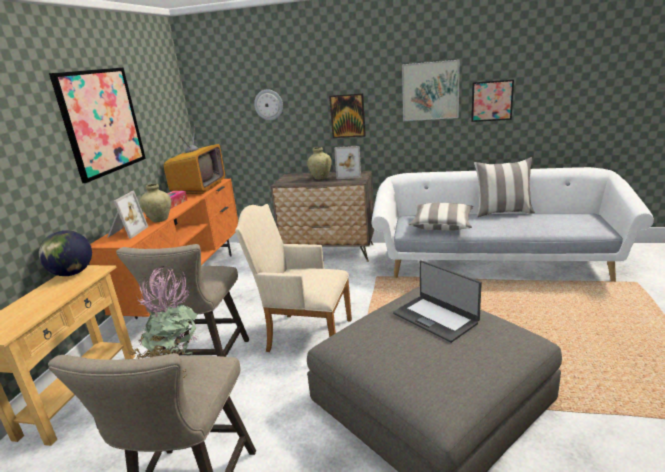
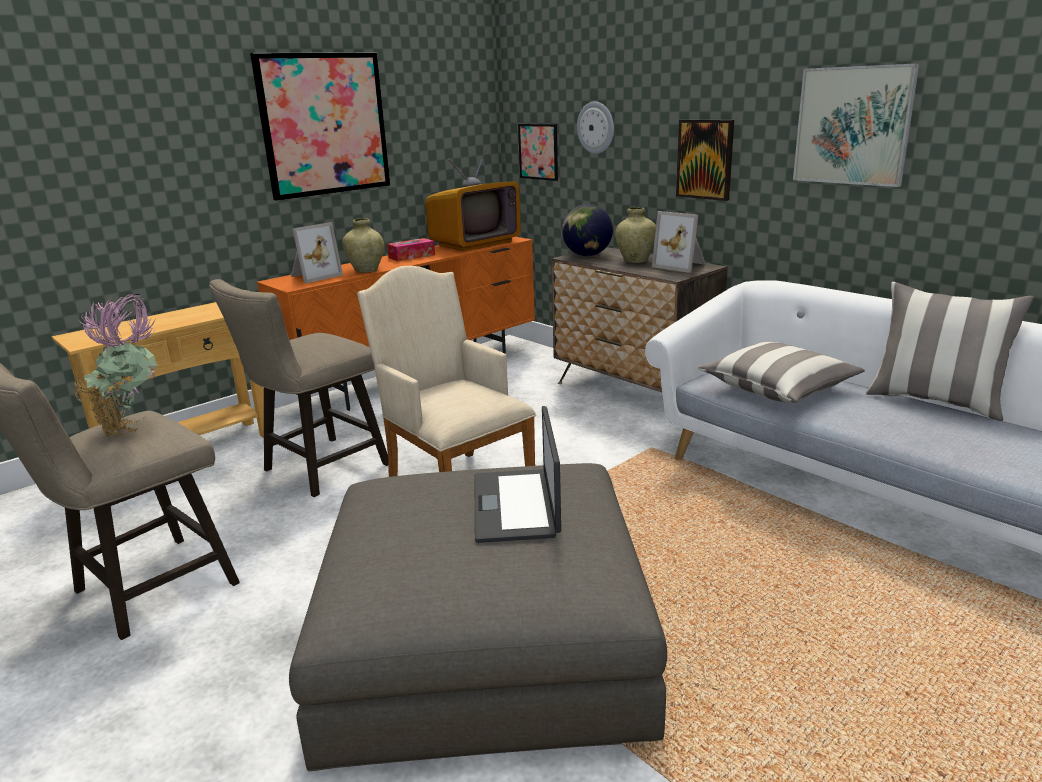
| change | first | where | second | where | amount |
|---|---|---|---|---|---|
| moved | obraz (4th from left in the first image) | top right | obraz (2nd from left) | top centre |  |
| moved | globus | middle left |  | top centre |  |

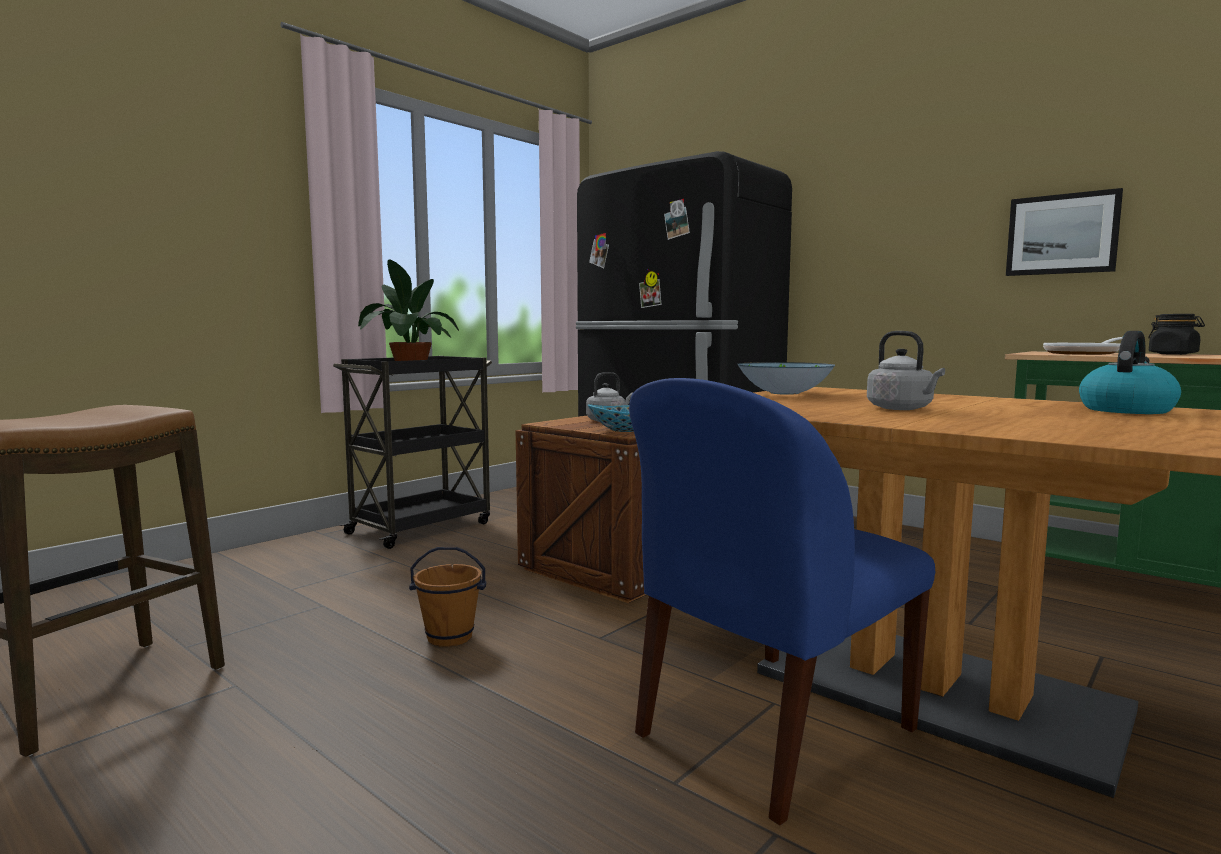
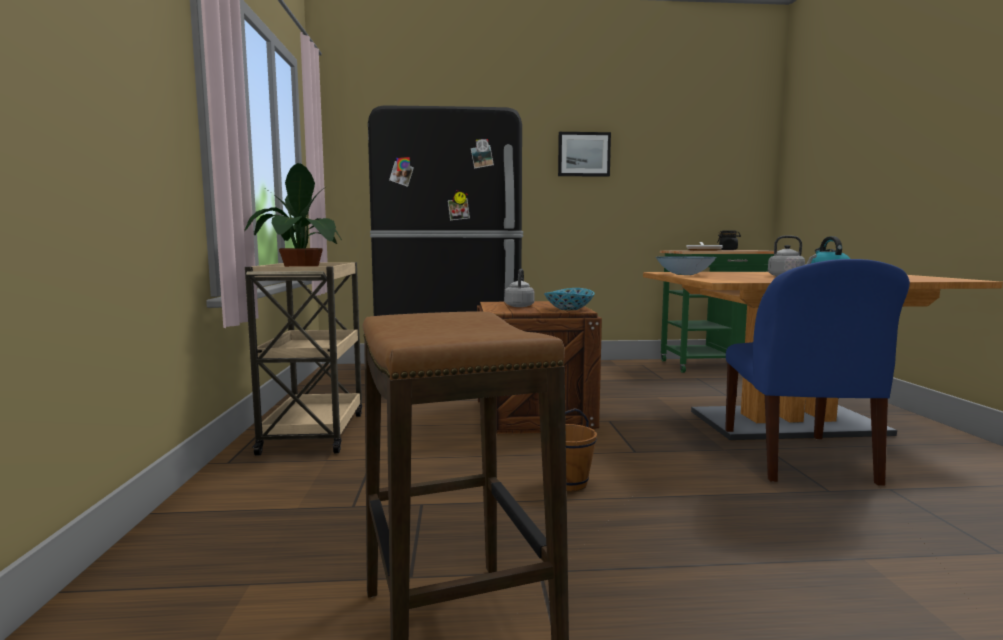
| change | first | where | second | where | amount |
|---|---|---|---|---|---|
| moved | obraz | top right |  | top centre |  |
| recoloured | wózek/czarny | centre | wózek/beżowy | middle left |  |

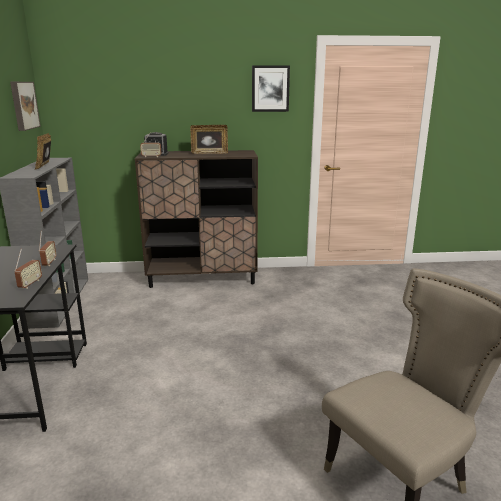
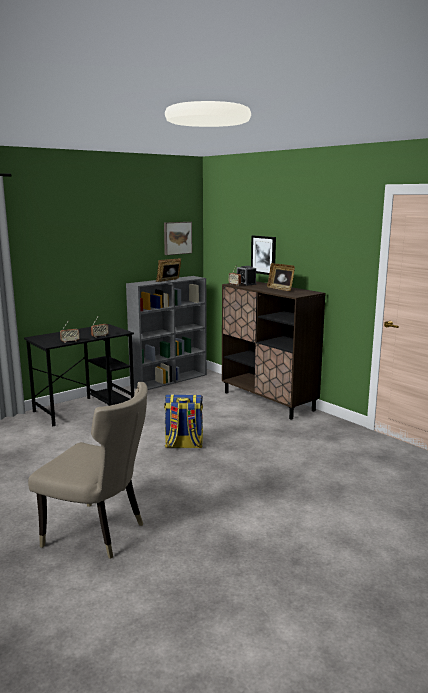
| change | first | where | second | where | amount |
|---|---|---|---|---|---|
| moved | obraz (2nd from left) | top centre |  | centre |  |
| added |  |  | plecak | centre |  |

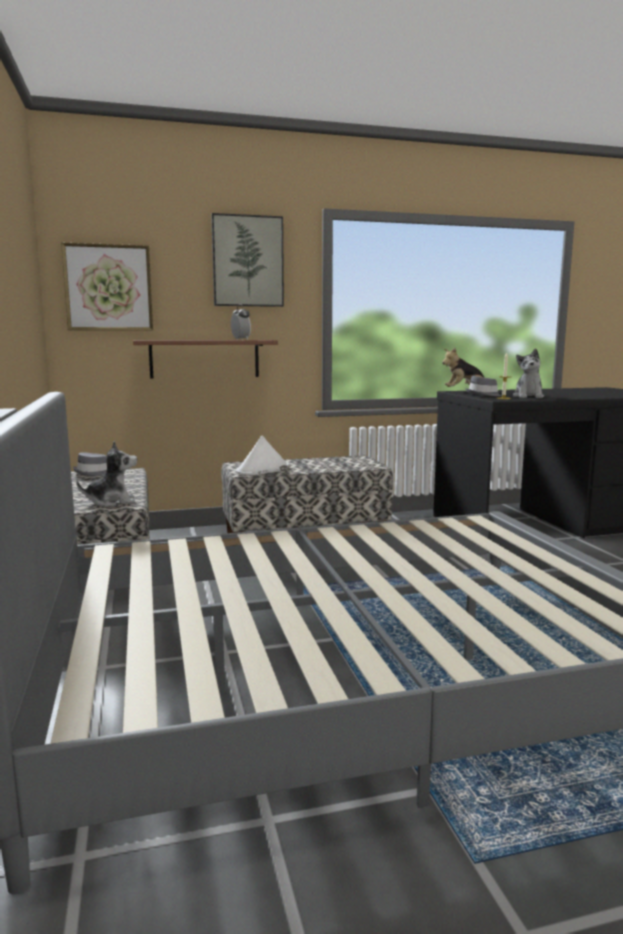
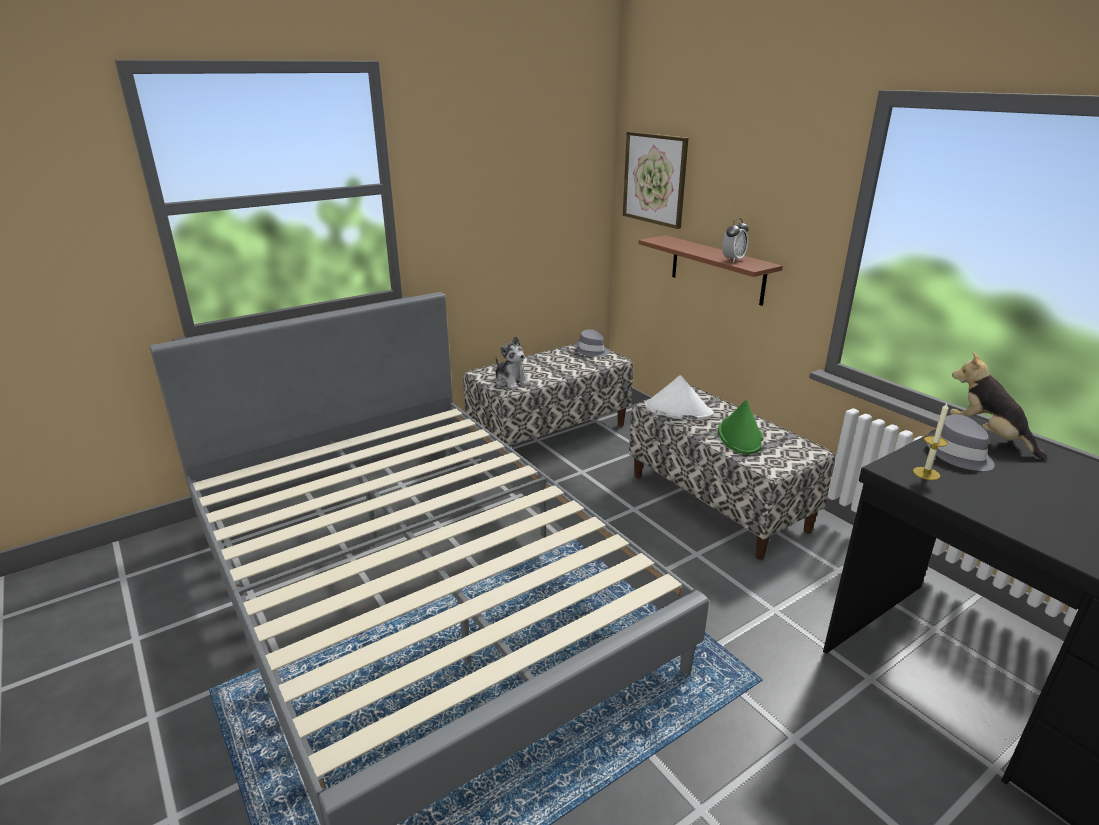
| change | first | where | second | where | amount |
|---|---|---|---|---|---|
| removed | obraz (2nd from left) | top centre |  |  |  |
| removed | pluszak (3rd from left) | middle right |  |  |  |
| added |  |  | kapelusz/zielony | middle right |  |

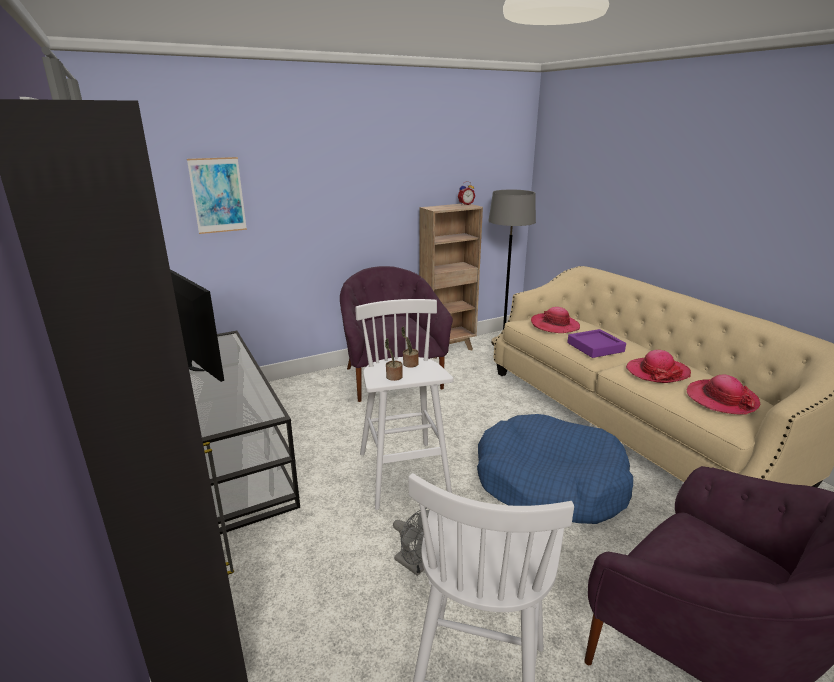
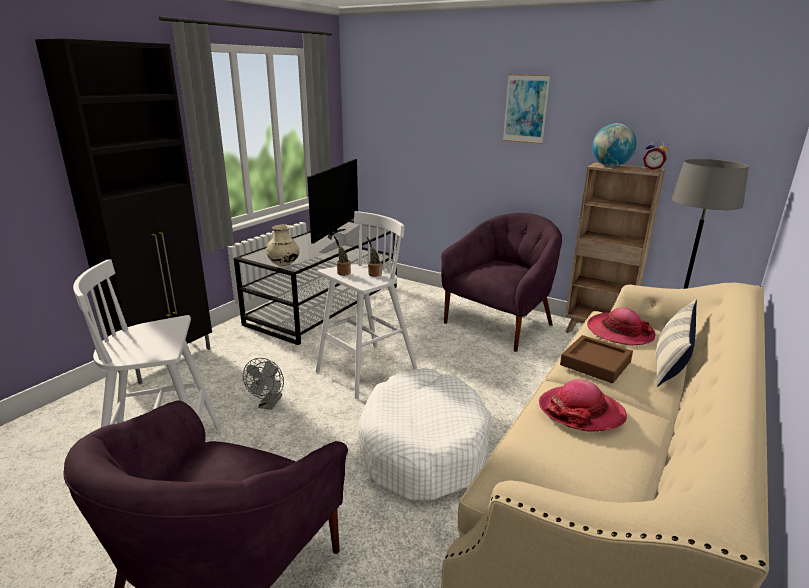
| change | first | where | second | where | amount |
|---|---|---|---|---|---|
| moved | obraz | top left |  | top centre |  |
| recoloured | taca/fioletowy | middle right | taca/brązowy | middle right |  |
| removed | kapelusz (3rd from left) | middle right |  |  |  |
| recoloured | legowisko/niebieski | bottom centre | legowisko/biały | bottom centre |  |
| added |  |  | globus | top right |  |
| added |  |  | wazon/beżowy | centre |  |
| added |  |  | poduszka | middle right |  |

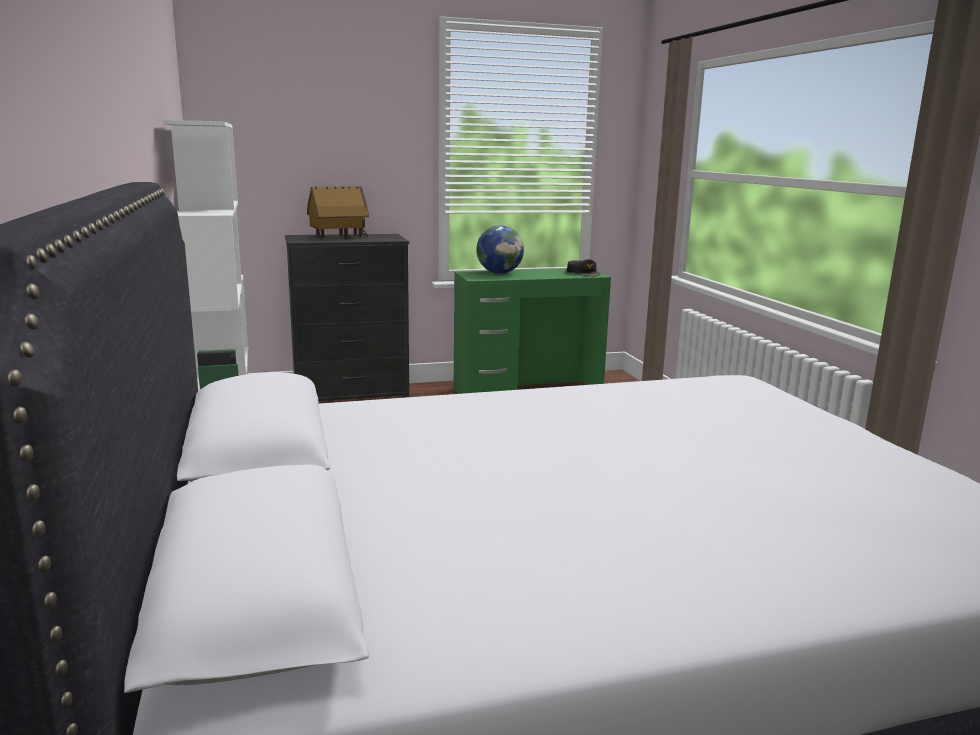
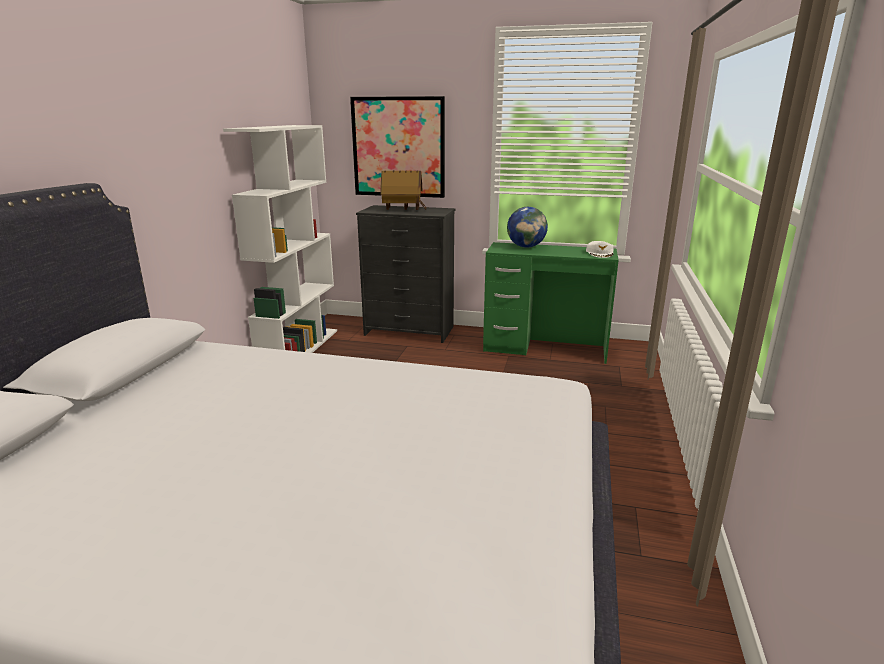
| change | first | where | second | where | amount |
|---|---|---|---|---|---|
| recoloured | czapka z daszkiem/czarny | centre | czapka z daszkiem/biały | middle right |  |
| added |  |  | obraz | top centre |  |

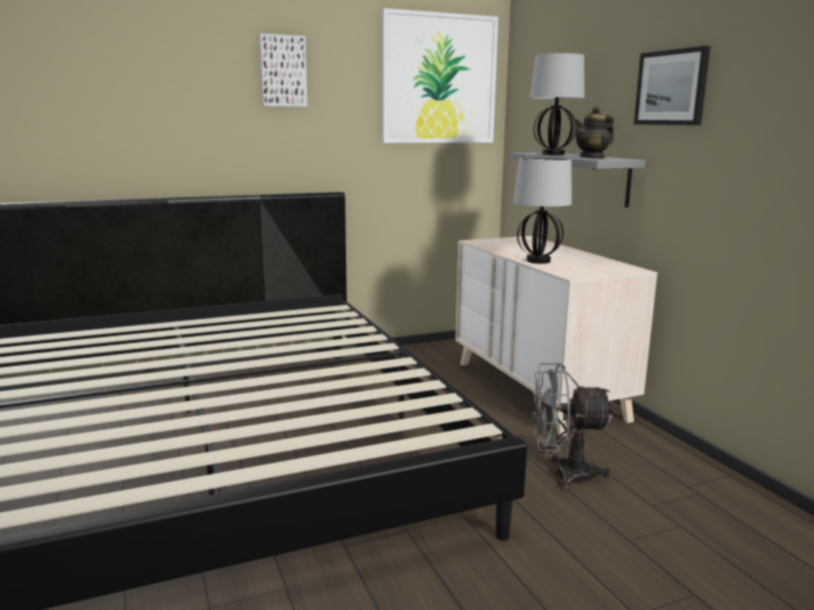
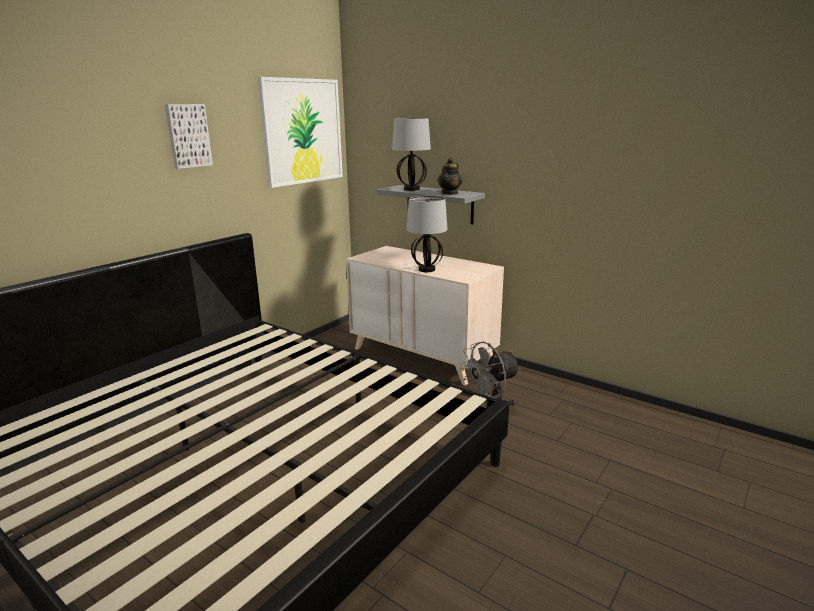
| change | first | where | second | where | amount |
|---|---|---|---|---|---|
| removed | obraz (3rd from left) | top right |  |  |  |

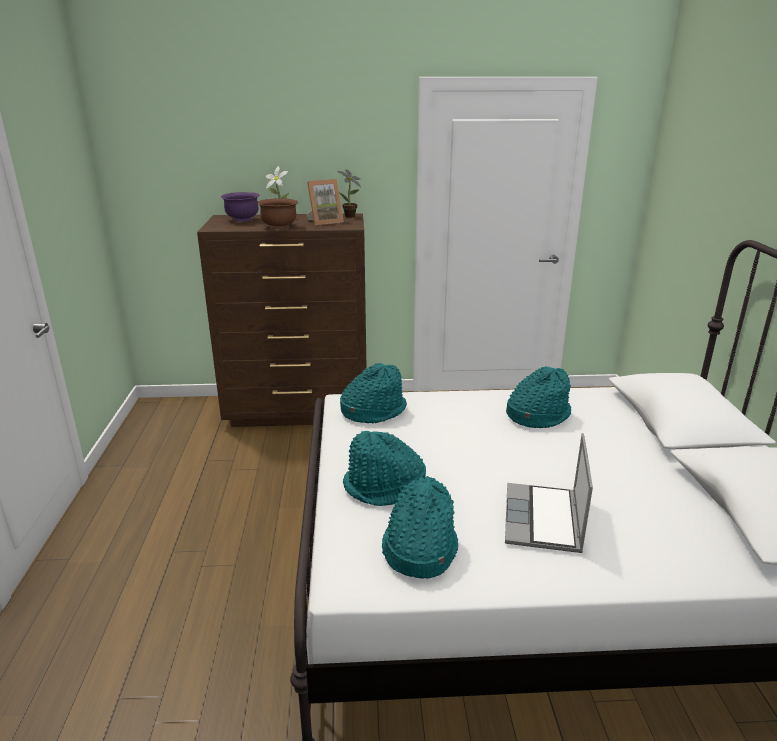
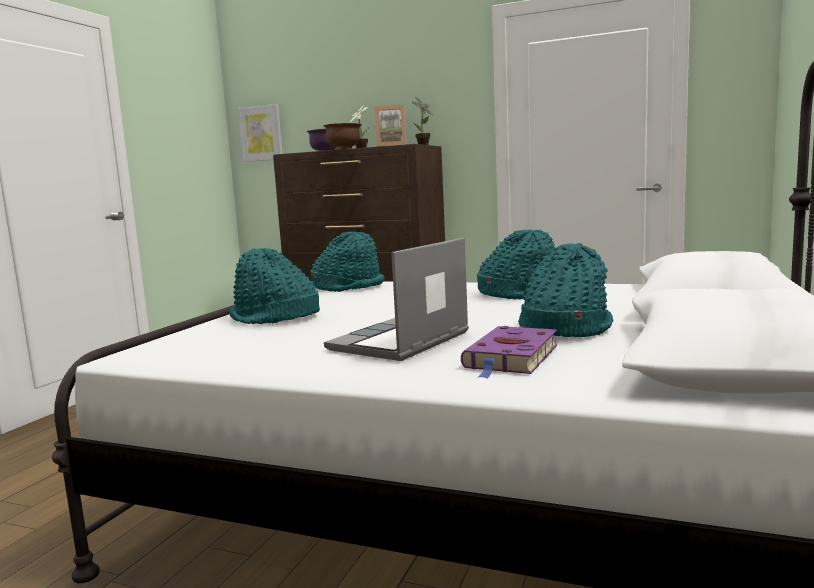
| change | first | where | second | where | amount |
|---|---|---|---|---|---|
| moved | kapelusz/turkusowy (3rd from left in the first image) | bottom centre | kapelusz/turkusowy (4th from left) | middle right |  |
| added |  |  | obraz | top left |  |
| added |  |  | książka/fioletowy | centre |  |

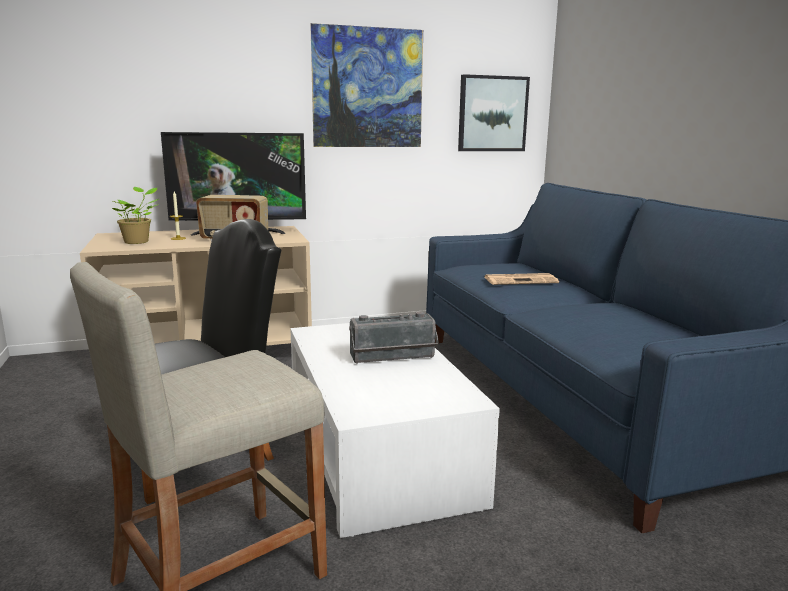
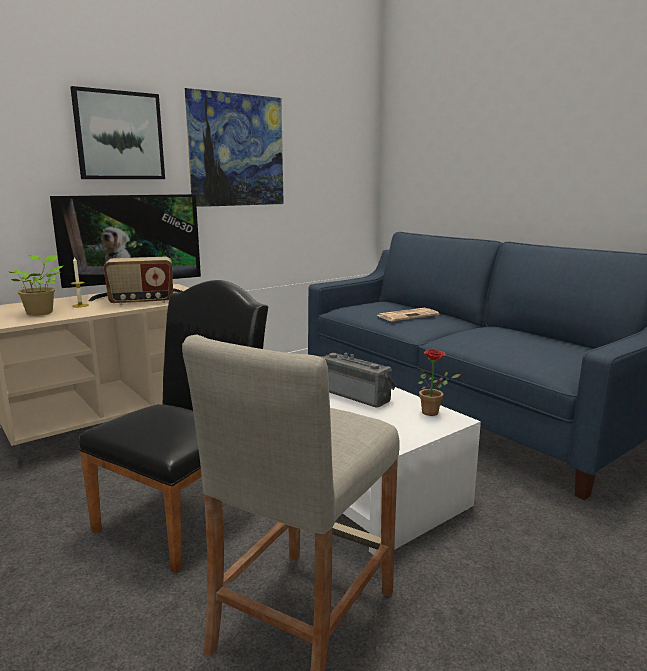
| change | first | where | second | where | amount |
|---|---|---|---|---|---|
| moved | obraz (2nd from left in the first image) | top centre | obraz (1st from left) | top left |  |
| turned | radio (2nd from left) | centre |  | centre | 105 degrees counterclockwise |
| added |  |  | roślina doniczkowa (2nd from left) | middle right |  |

